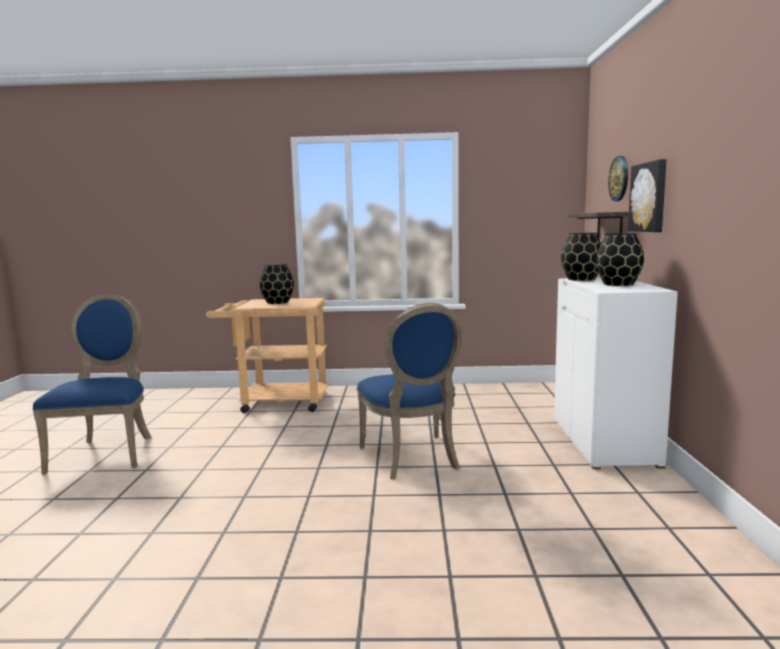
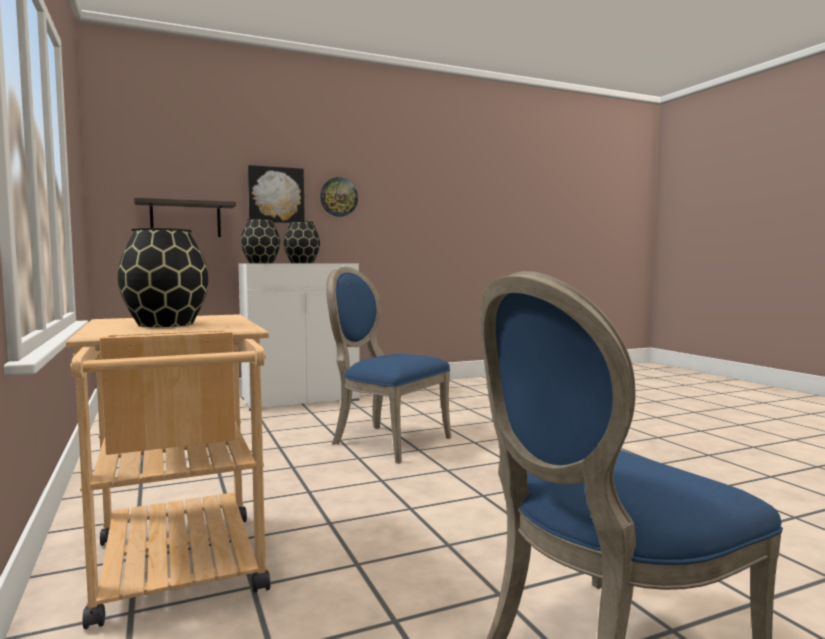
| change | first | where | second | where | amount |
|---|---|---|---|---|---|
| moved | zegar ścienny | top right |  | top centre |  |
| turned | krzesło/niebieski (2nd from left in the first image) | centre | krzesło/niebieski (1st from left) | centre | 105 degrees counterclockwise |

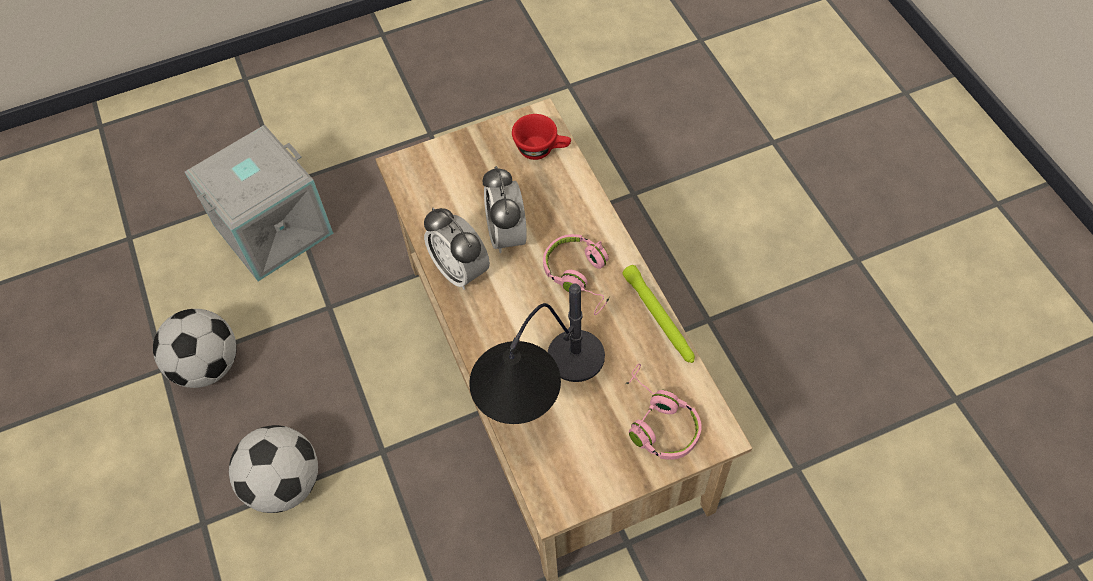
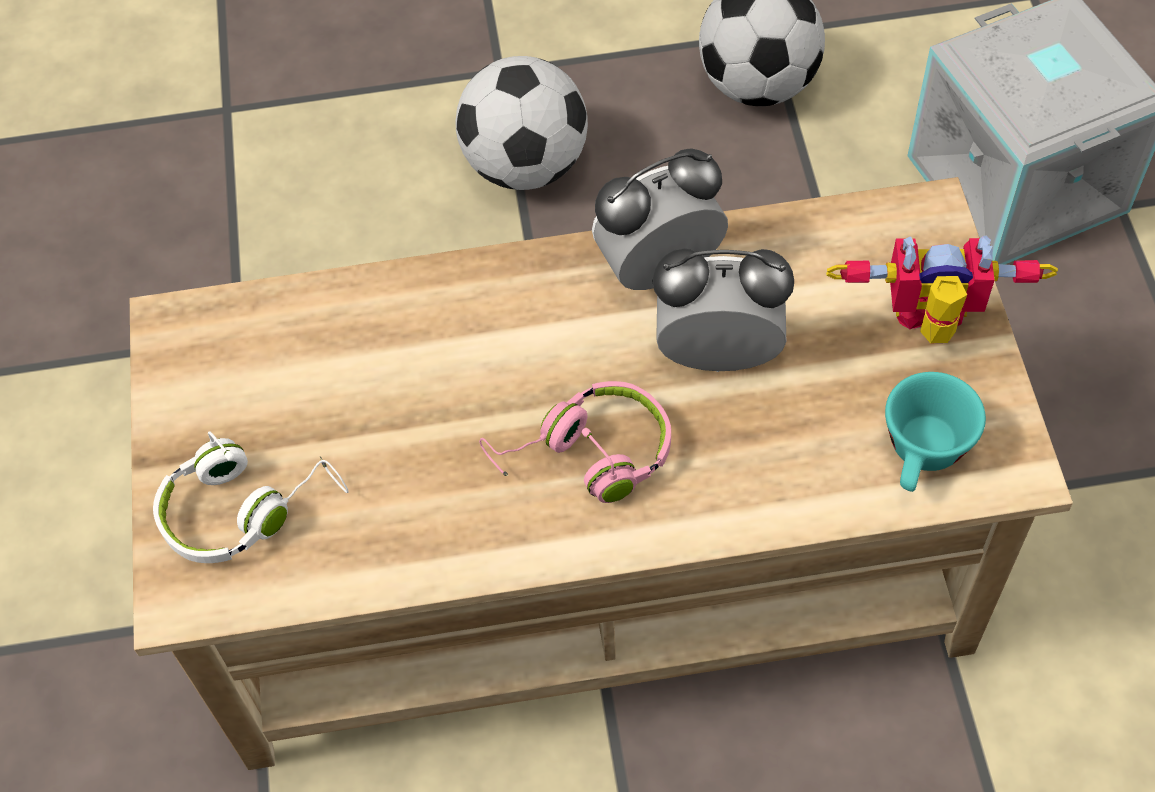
| change | first | where | second | where | amount |
|---|---|---|---|---|---|
| recoloured | filiżanka/czerwony | top centre | filiżanka/turkusowy | middle right |  |
| removed | latarka/zielony | centre |  |  |  |
| removed | lampa stołowa | centre |  |  |  |
| recoloured | słuchawki/różowy (2nd from left) | bottom centre | słuchawki/biały | middle left |  |
| added |  |  | robot zabawkowy | middle right |  |

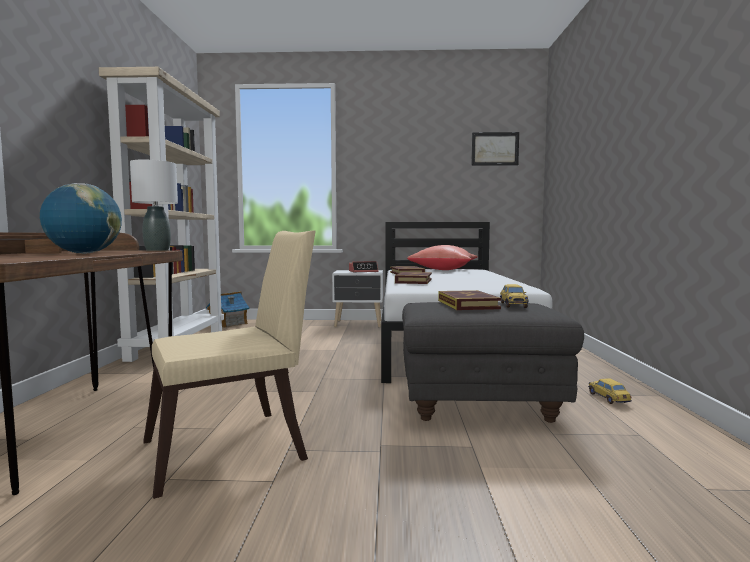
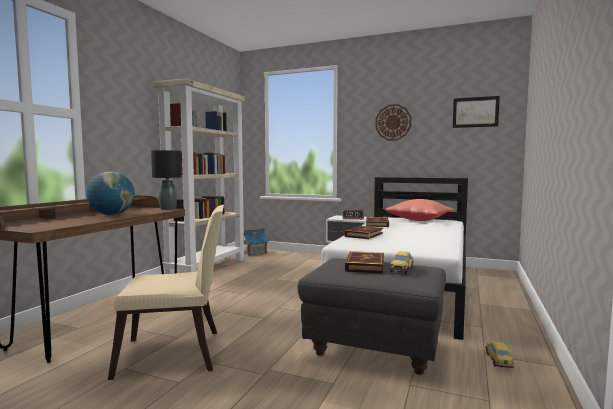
| change | first | where | second | where | amount |
|---|---|---|---|---|---|
| recoloured | lampa stołowa/biały | middle left | lampa stołowa/czarny | middle left |  |
| added |  |  | zegar ścienny | top centre |  |

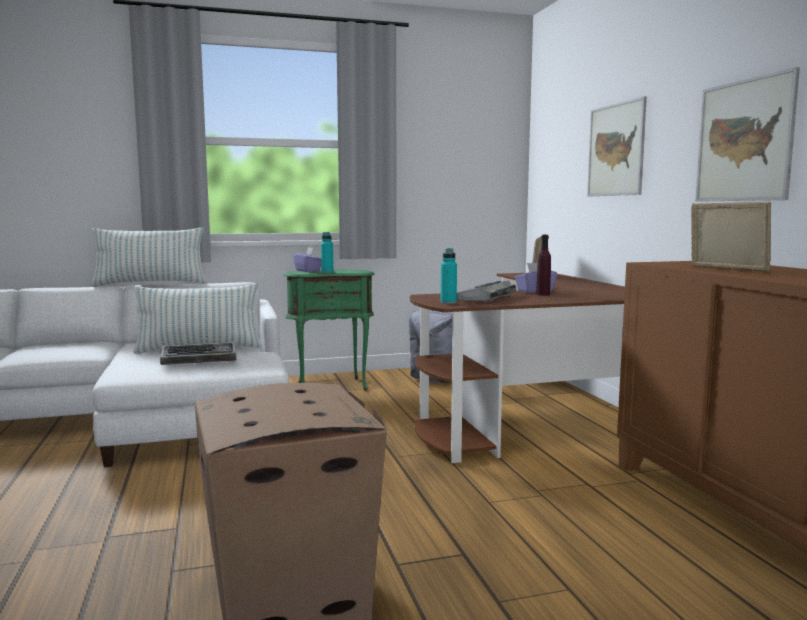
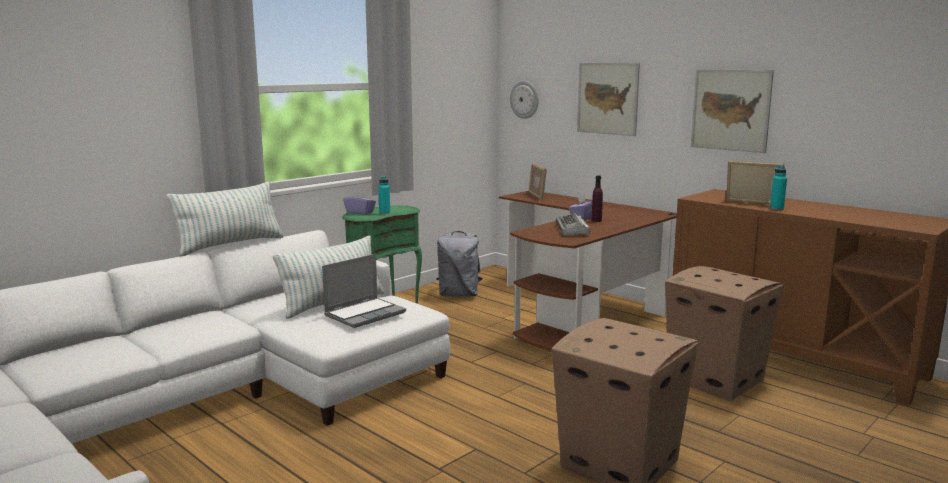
| change | first | where | second | where | amount |
|---|---|---|---|---|---|
| moved | butelka/turkusowy (2nd from left) | centre |  | middle right |  |
| replaced | klawiatura (1st from left) | middle left | laptop | centre |  |
| added |  |  | zegar ścienny | top centre |  |
| added |  |  | karton (2nd from left) | bottom right |  |

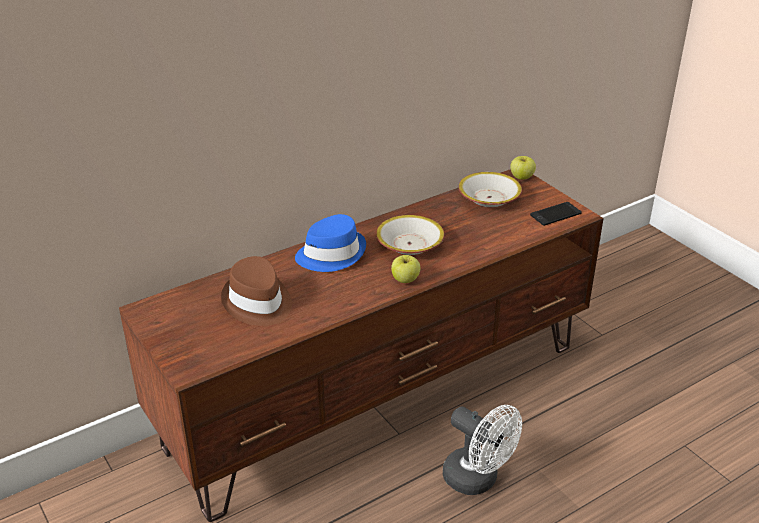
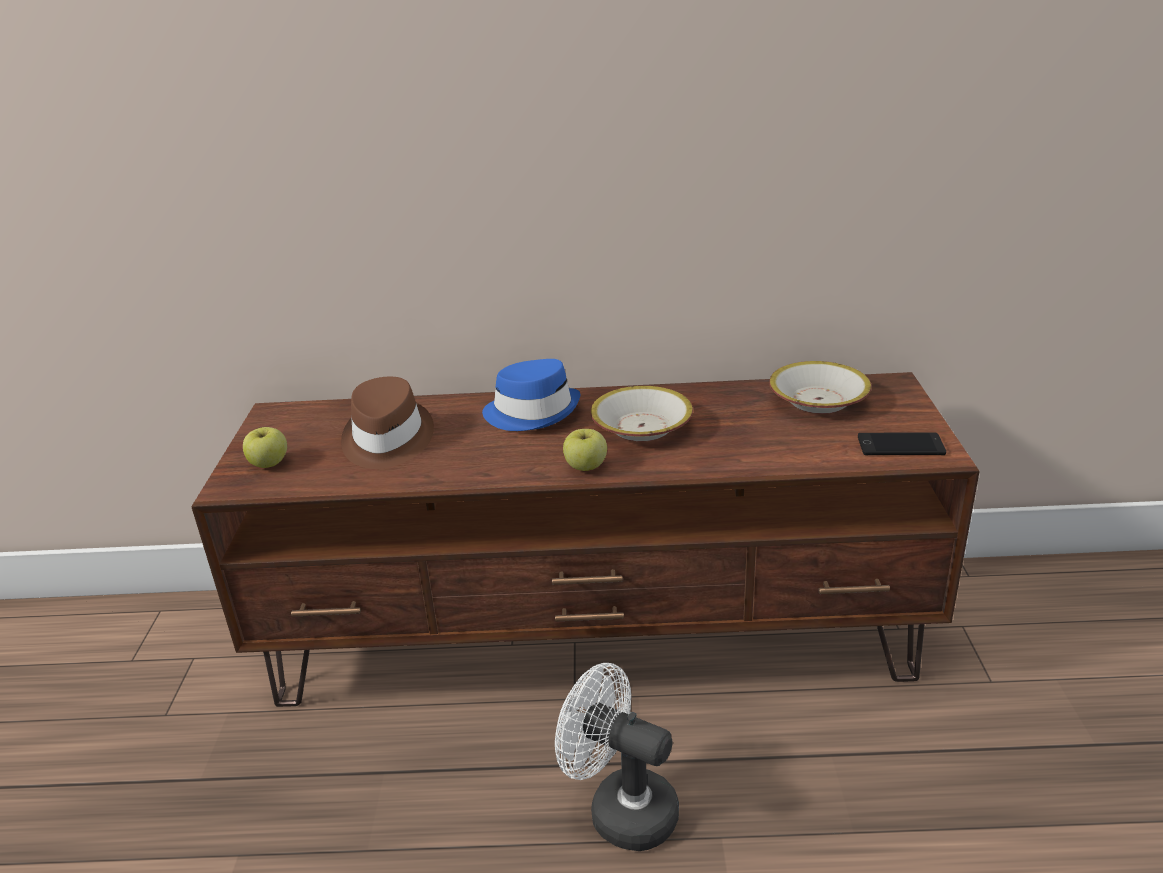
| change | first | where | second | where | amount |
|---|---|---|---|---|---|
| moved | jabłko (2nd from left in the first image) | top right | jabłko (1st from left) | middle left |  |
| turned | wentylator/biały | bottom centre |  | bottom centre | 135 degrees clockwise |

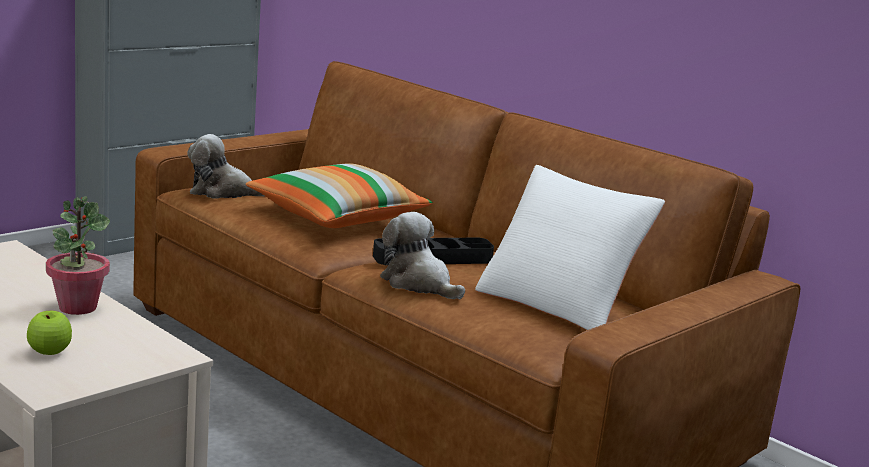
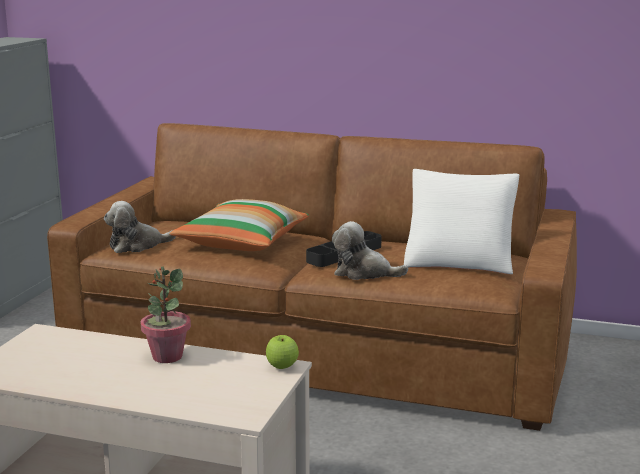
| change | first | where | second | where | amount |
|---|---|---|---|---|---|
| moved | jabłko | bottom left |  | bottom centre |  |

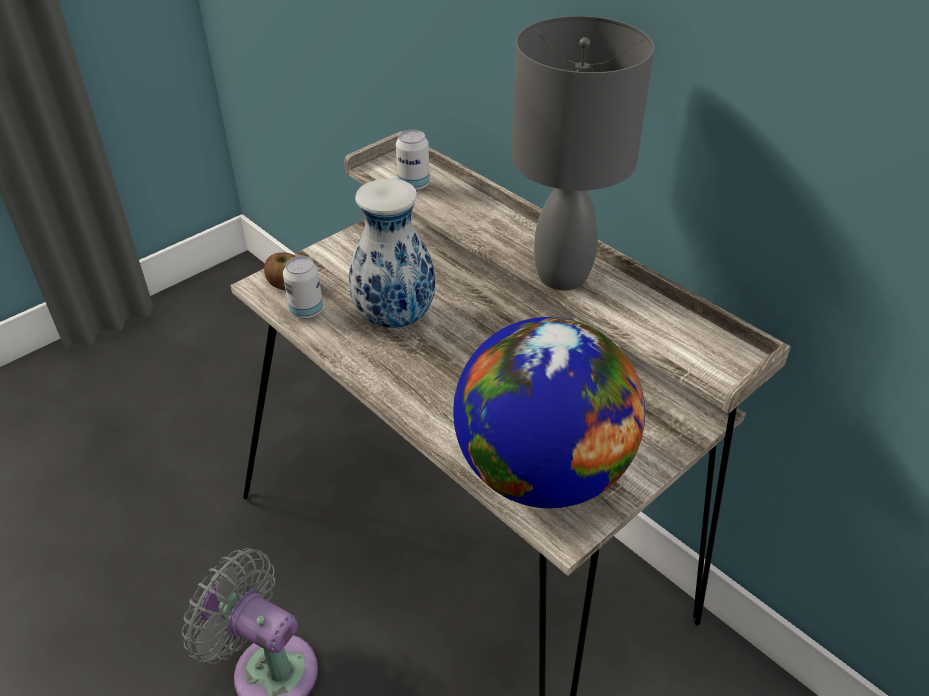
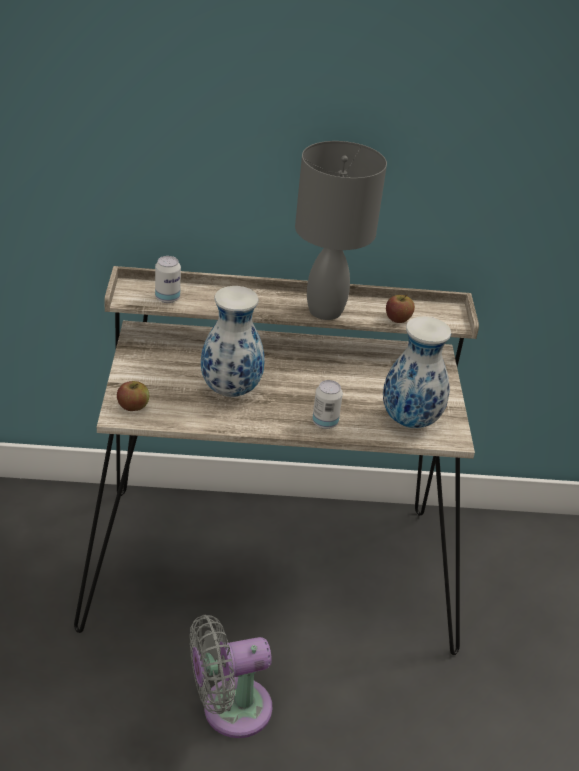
| change | first | where | second | where | amount |
|---|---|---|---|---|---|
| moved | puszka (1st from left in the first image) | middle left | puszka (2nd from left) | centre |  |
| replaced | globus | centre | wazon (2nd from left) | middle right |  |
| added |  |  | jabłko (2nd from left) | middle right |  |

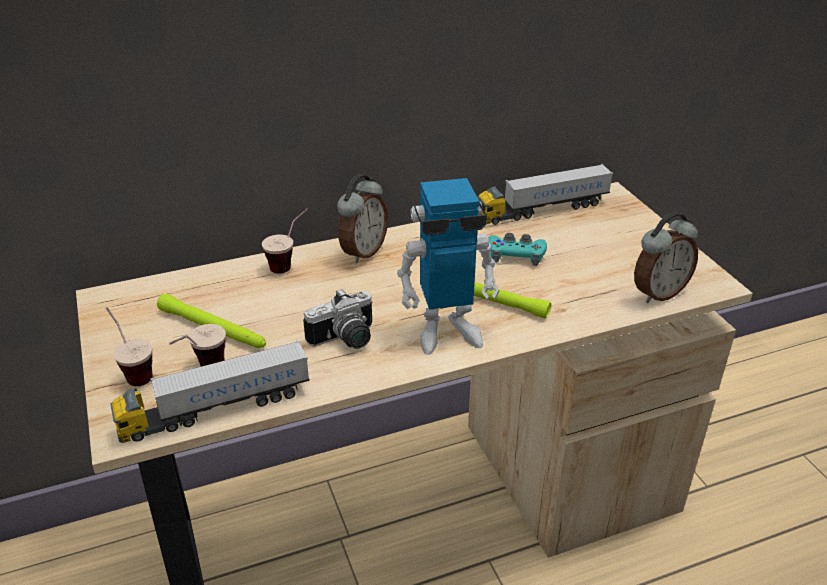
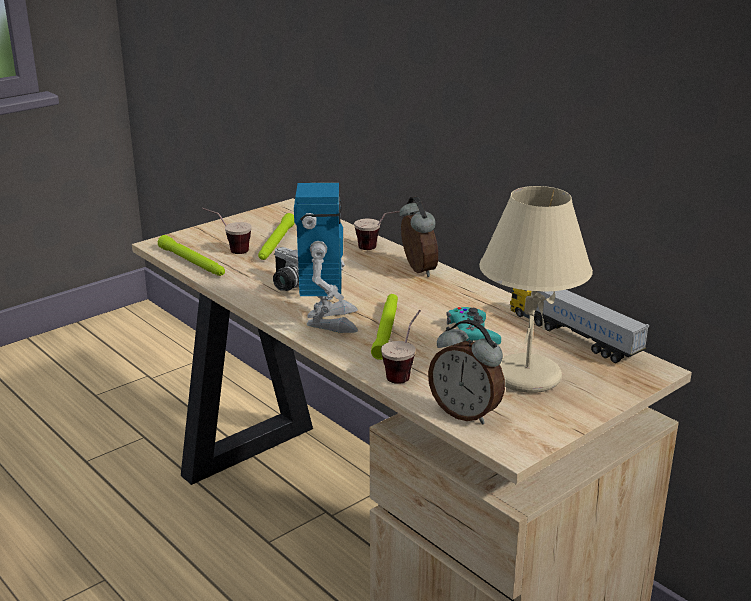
| change | first | where | second | where | amount |
|---|---|---|---|---|---|
| turned | budzik (1st from left) | centre |  | centre | 120 degrees counterclockwise |
| turned | robot zabawkowy | centre |  | centre | 150 degrees counterclockwise |
| moved | filiżanka (1st from left in the first image) | middle left | filiżanka (3rd from left) | centre |  |
| replaced | ciężarówka zabawkowa (1st from left) | bottom left | latarka/zielony (1st from left) | middle left |  |
| added |  |  | lampa stołowa/beżowy | middle right |  |

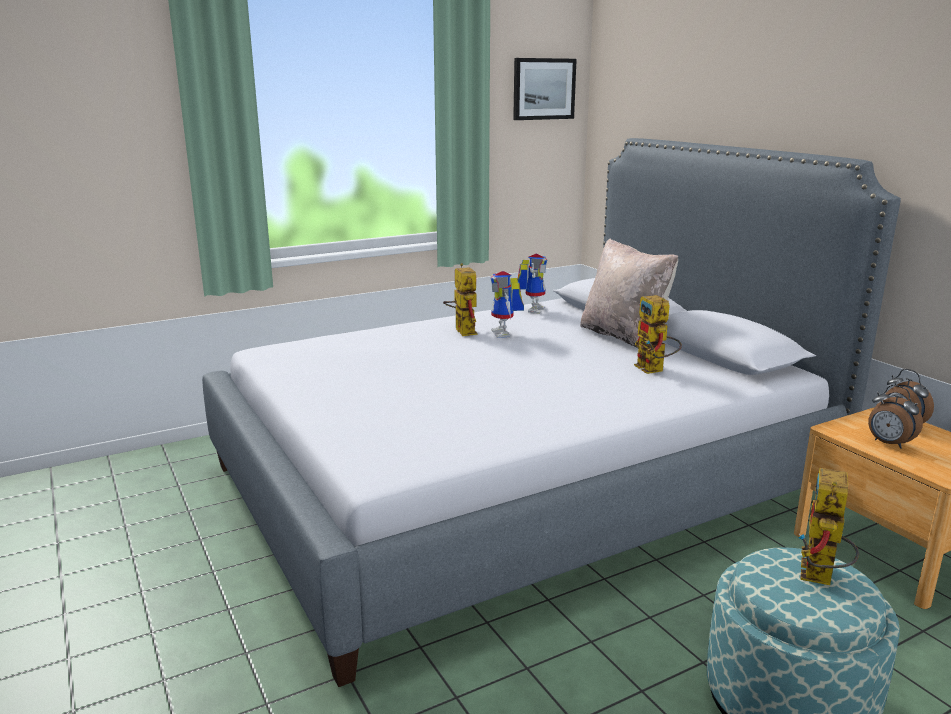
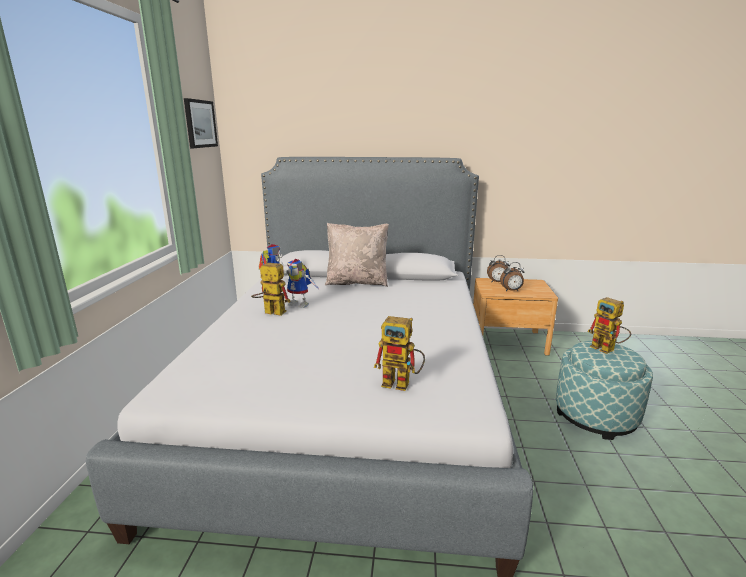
| change | first | where | second | where | amount |
|---|---|---|---|---|---|
| moved | robot zabawkowy (4th from left) | middle right |  | centre |  |

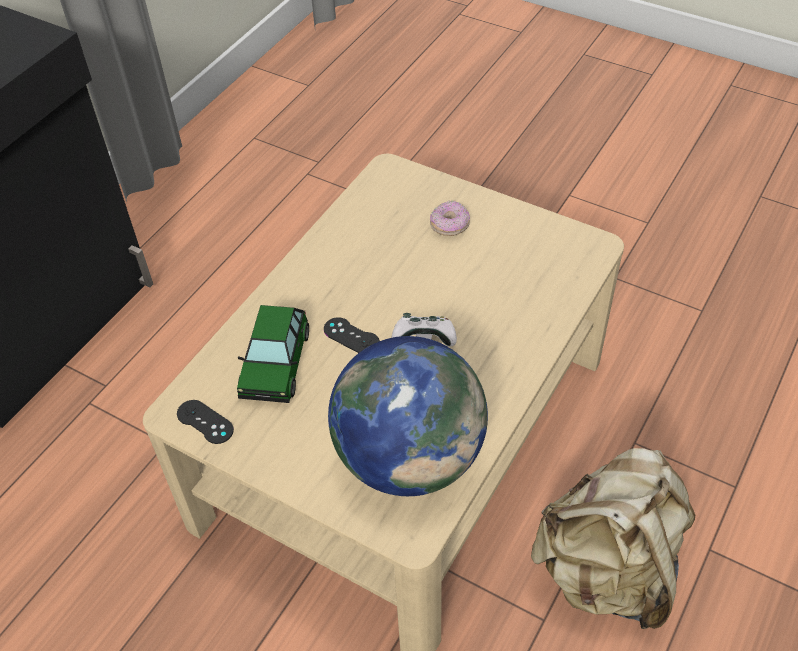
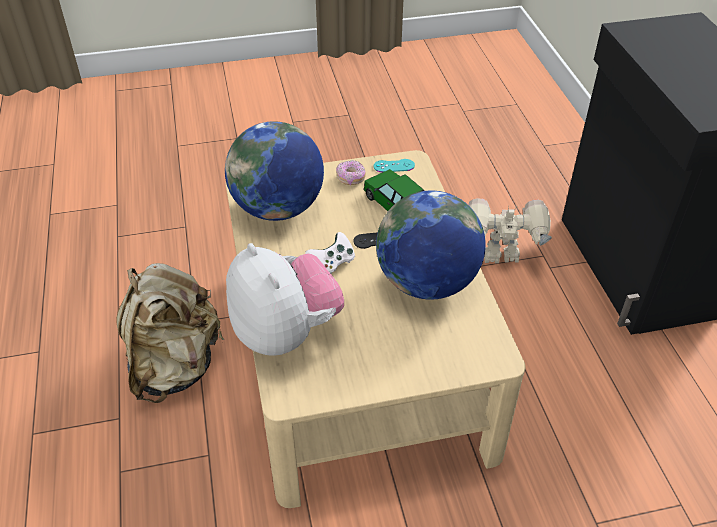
| change | first | where | second | where | amount |
|---|---|---|---|---|---|
| moved | donut | centre |  | top centre |  |
| recoloured | pad do gier/czarny (1st from left) | middle left | pad do gier/turkusowy | top centre |  |
| added |  |  | globus (2nd from left) | centre |  |
| added |  |  | robot zabawkowy | middle right |  |
| added |  |  | pluszak | centre |  |

